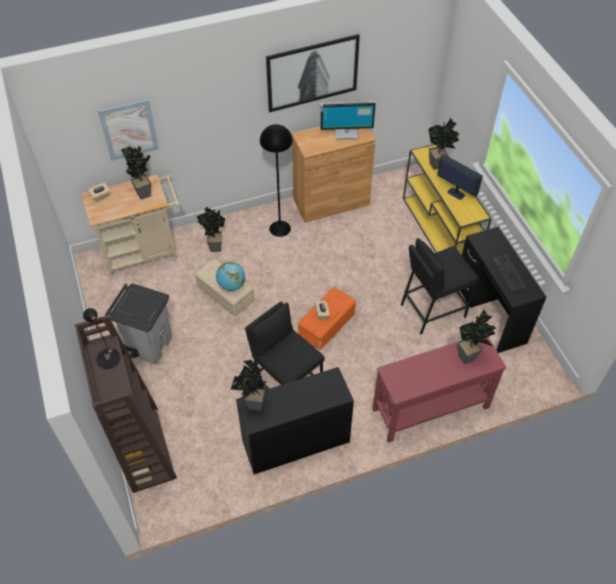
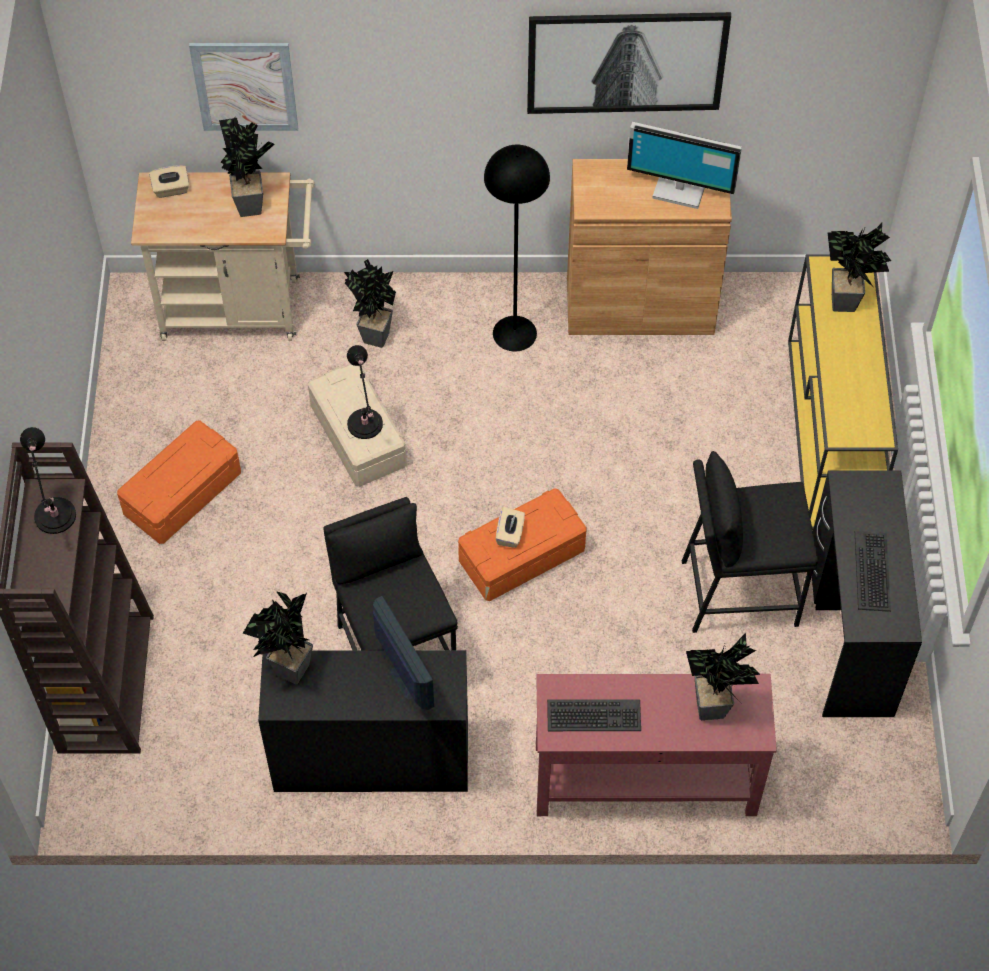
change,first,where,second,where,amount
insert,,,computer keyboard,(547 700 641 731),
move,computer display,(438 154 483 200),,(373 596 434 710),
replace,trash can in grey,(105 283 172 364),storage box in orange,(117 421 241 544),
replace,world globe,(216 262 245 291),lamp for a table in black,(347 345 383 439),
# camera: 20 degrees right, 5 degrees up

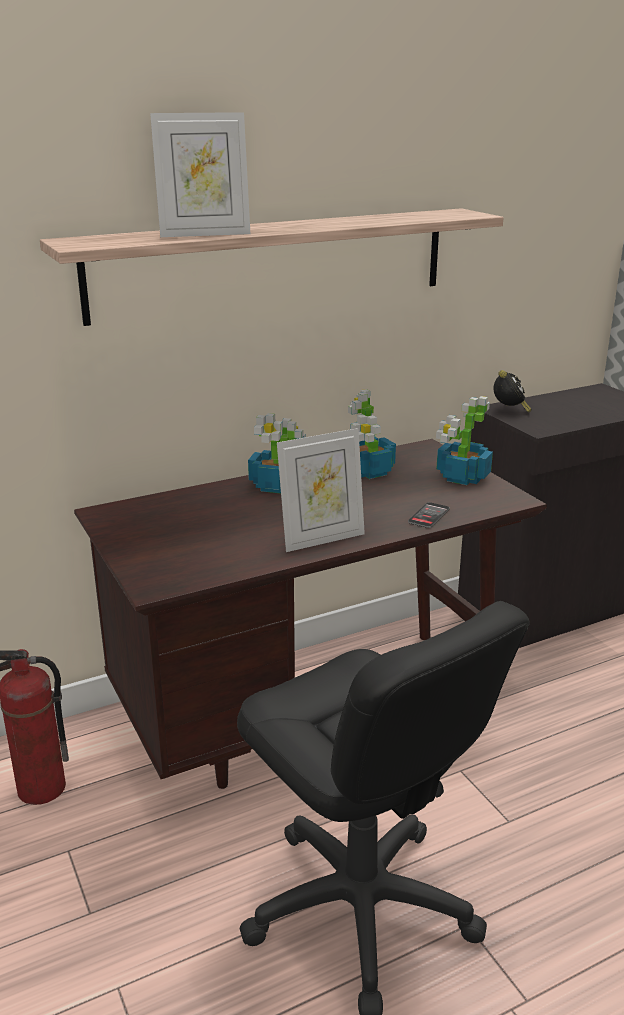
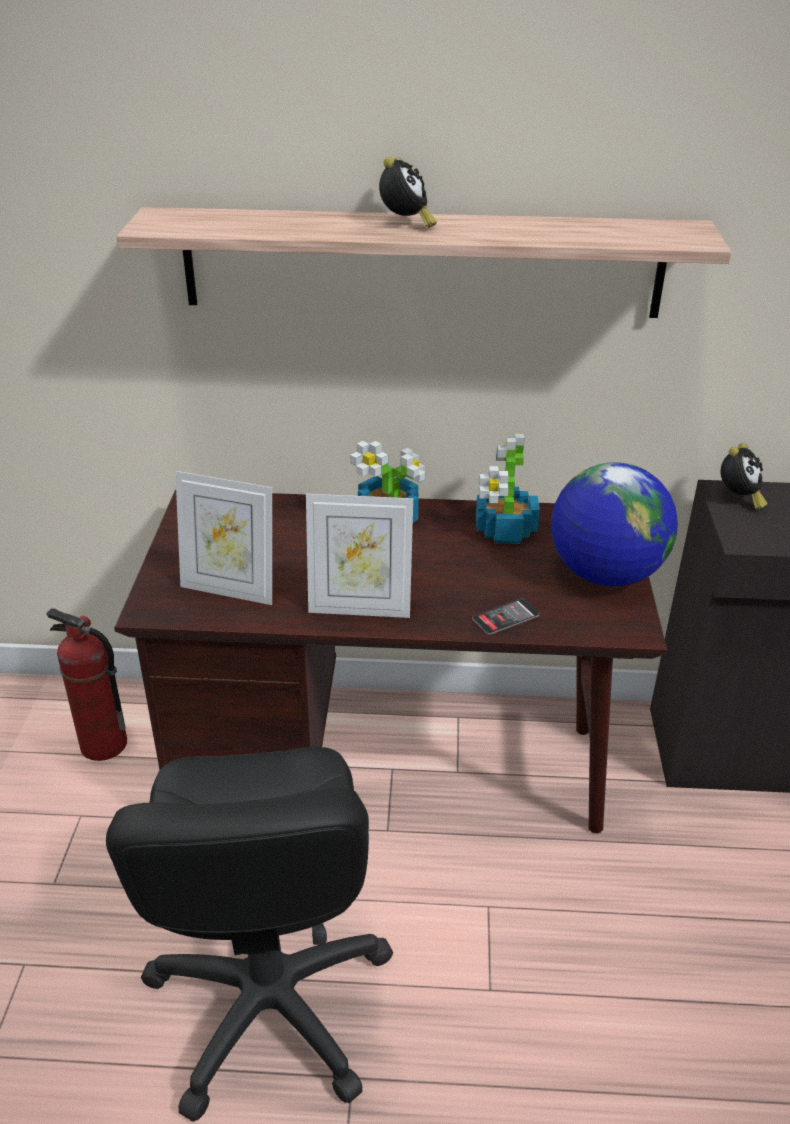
change,first,where,second,where,amount
insert,,,alarm clock,(379 156 437 228),
move,standing frame,(150 112 250 237),,(175 471 272 605),
replace,houseplant,(436 396 493 485),world globe,(551 463 678 587),
# camera: 30 degrees right, 10 degrees up

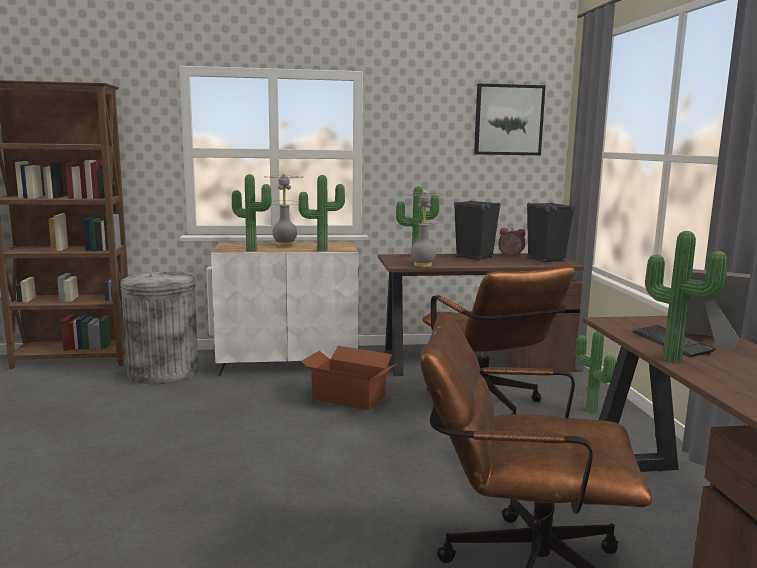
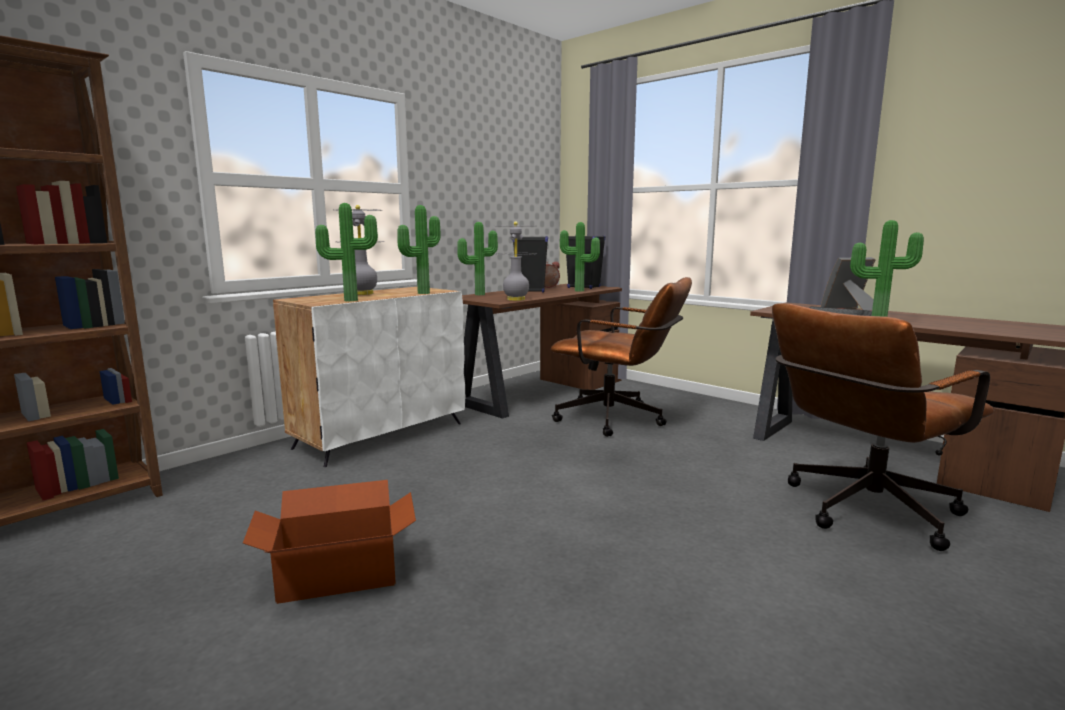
change,first,where,second,where,amount
delete,trash can in grey,(120 271 199 384),,,
delete,wall picture,(474 84 546 155),,,
move,cardboard box,(301 346 396 410),,(243 480 416 604),
move,houseplant,(575 331 616 413),,(560 222 600 291),
# camera: 40 degrees left, 0 degrees up

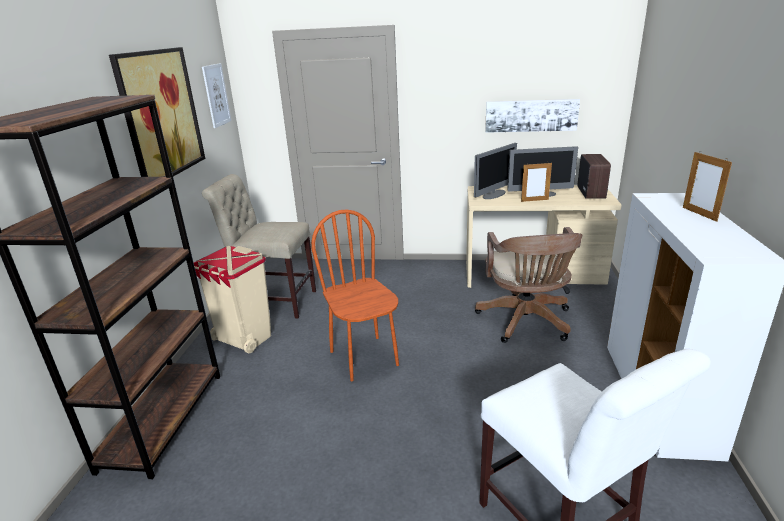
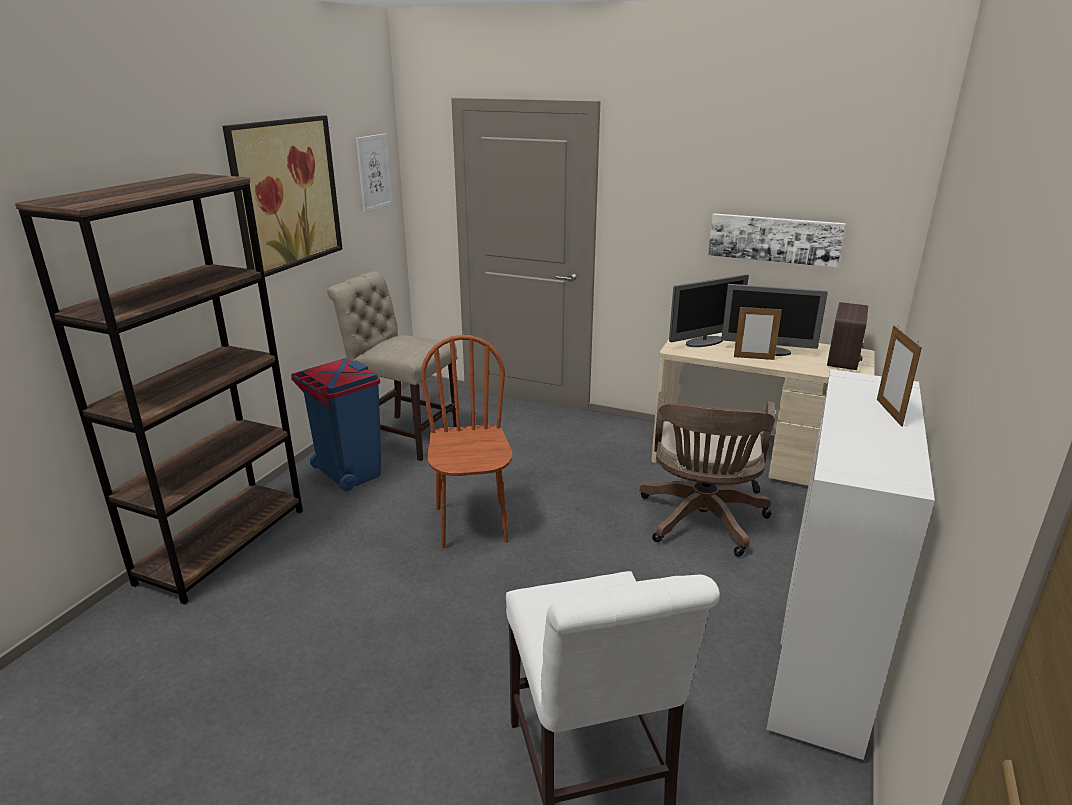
change,first,where,second,where,amount
recolor,trash can in sand-coloured,(194 246 271 353),trash can in blue,(291 358 381 491),
# camera: 15 degrees right, 0 degrees up

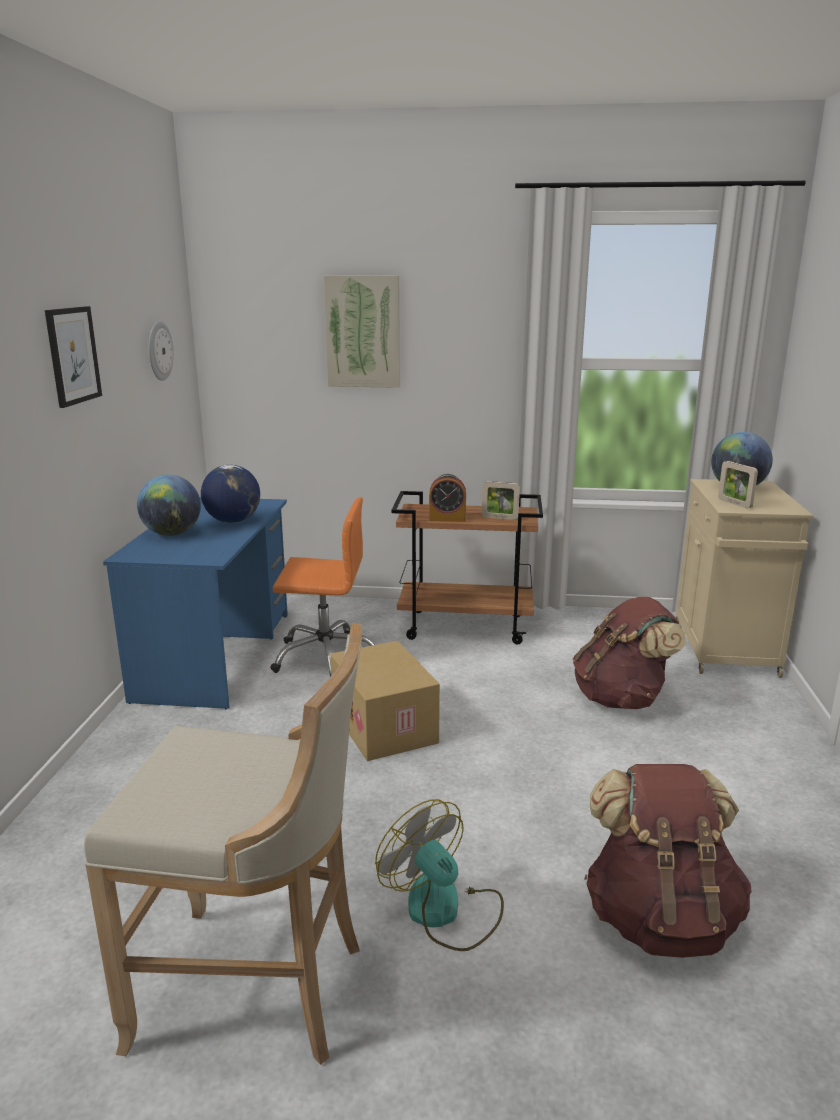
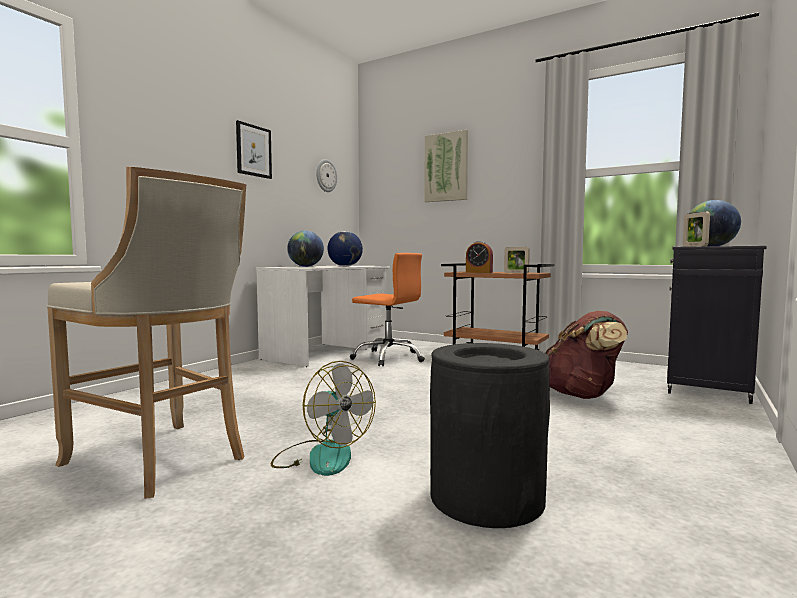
change,first,where,second,where,amount
delete,cardboard box,(330 641 440 761),,,
replace,backpack in brown,(584 764 752 958),trash can in black,(430 343 550 528),
recolor,desk unit in blue,(103 497 288 709),desk unit in white-coloured,(255 266 390 367),
recolor,cabinet in sand-coloured,(676 479 813 678),cabinet in black,(667 246 767 404),
rotate,cooling fan,(375 799 504 951),,(271 361 376 476),150 degrees clockwise
# camera: 25 degrees right, 15 degrees down

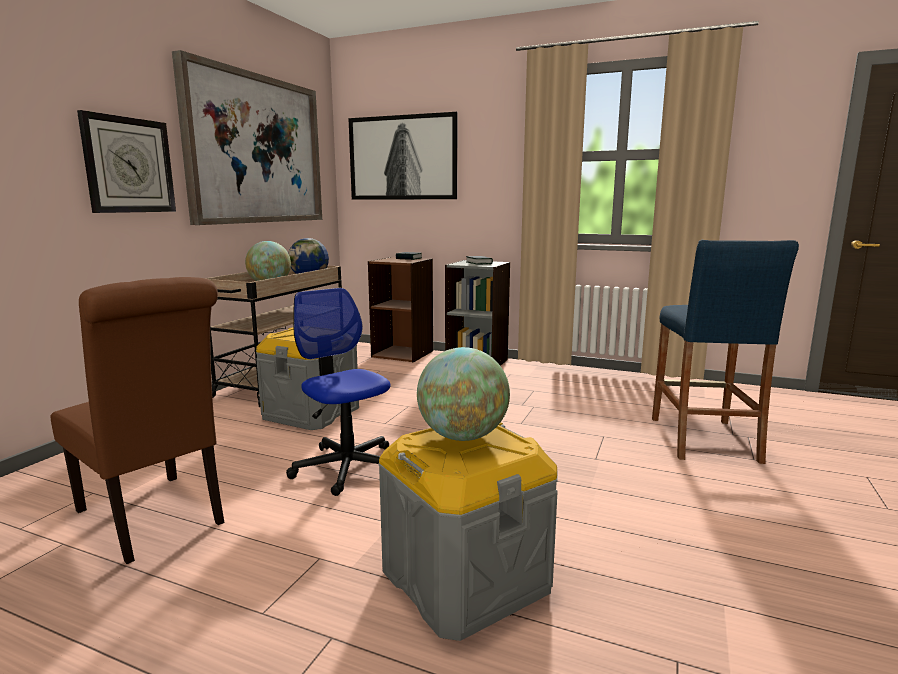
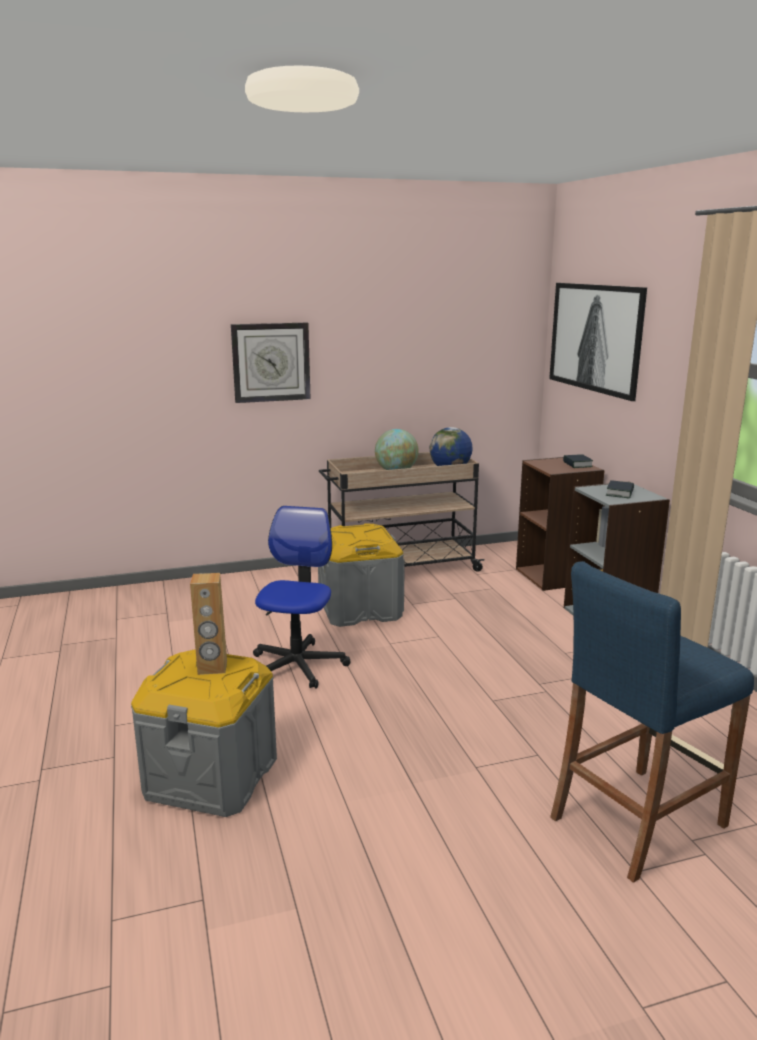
change,first,where,second,where,amount
delete,upright chair in brown,(50 277 225 564),,,
delete,wall picture,(172 50 322 225),,,
replace,world globe,(417 347 510 441),audio speaker in brown,(190 573 227 675),
# camera: 50 degrees right, 5 degrees up

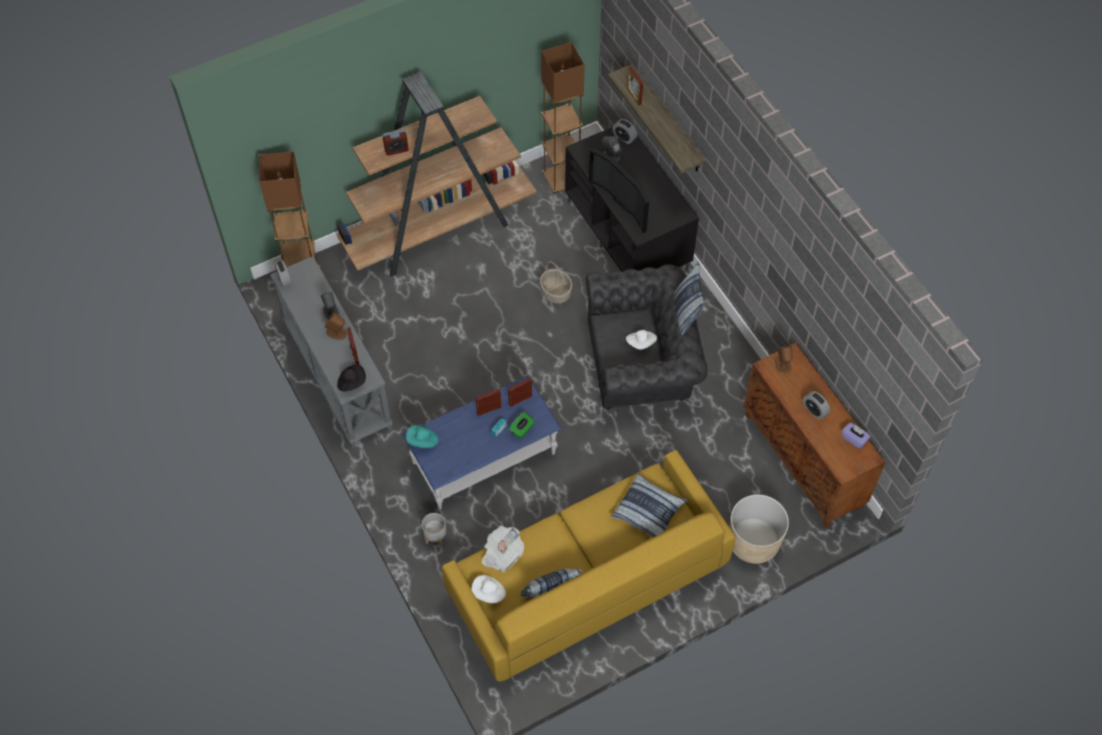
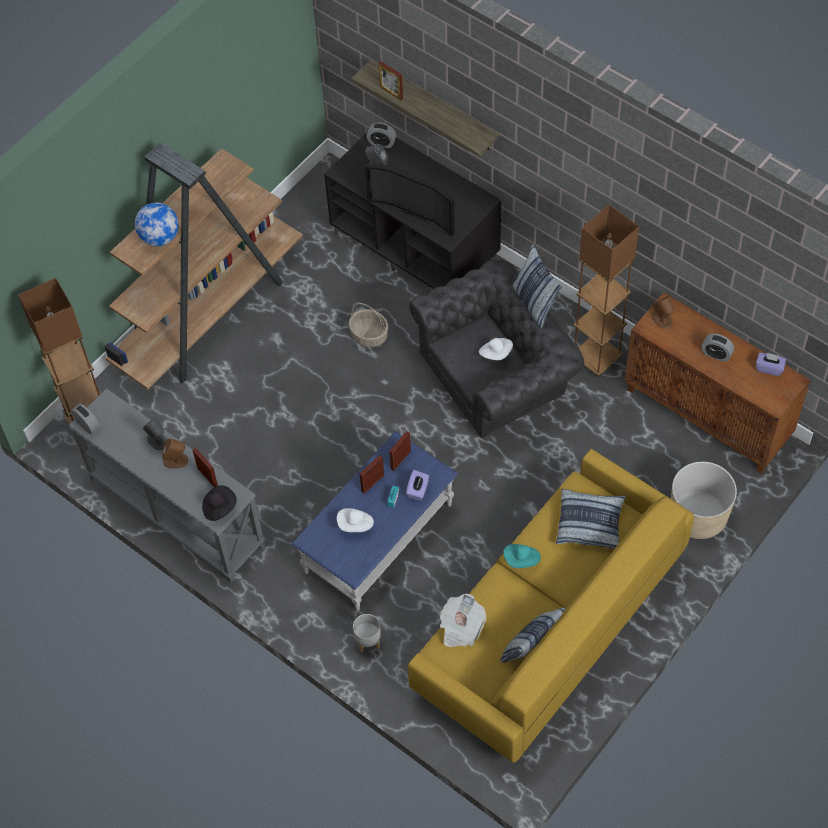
change,first,where,second,where,amount
move,clothing hat in blue-green,(406 425 439 448),,(503 544 541 568),
move,clothing hat in white-coloured,(472 575 506 603),,(337 508 374 532),
move,standard lamp in brown,(541 42 585 195),,(573 204 639 377),
replace,alarm clock,(382 129 409 156),world globe,(135 203 179 246),
recolor,tissue box in green-coloured,(509 412 535 439),tissue box in purple,(406 470 429 501),
# camera: 20 degrees left, 0 degrees up

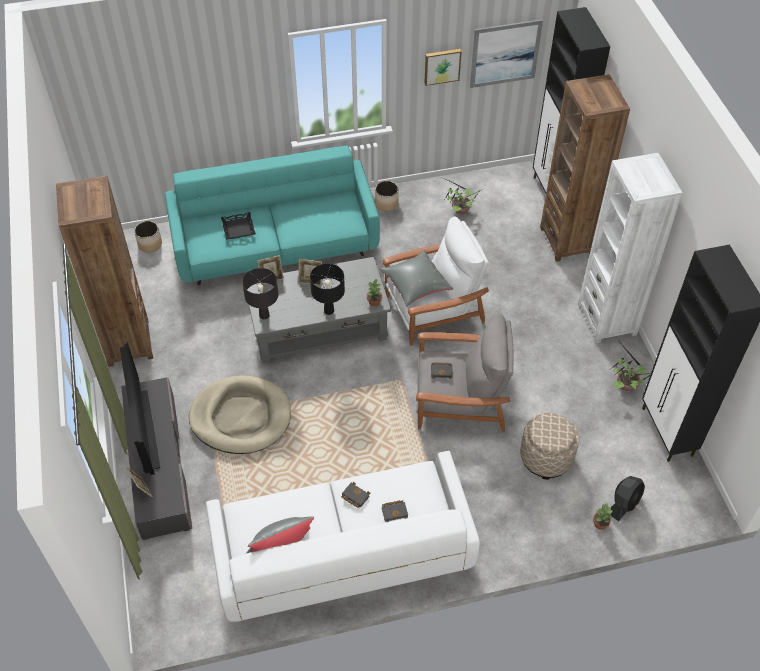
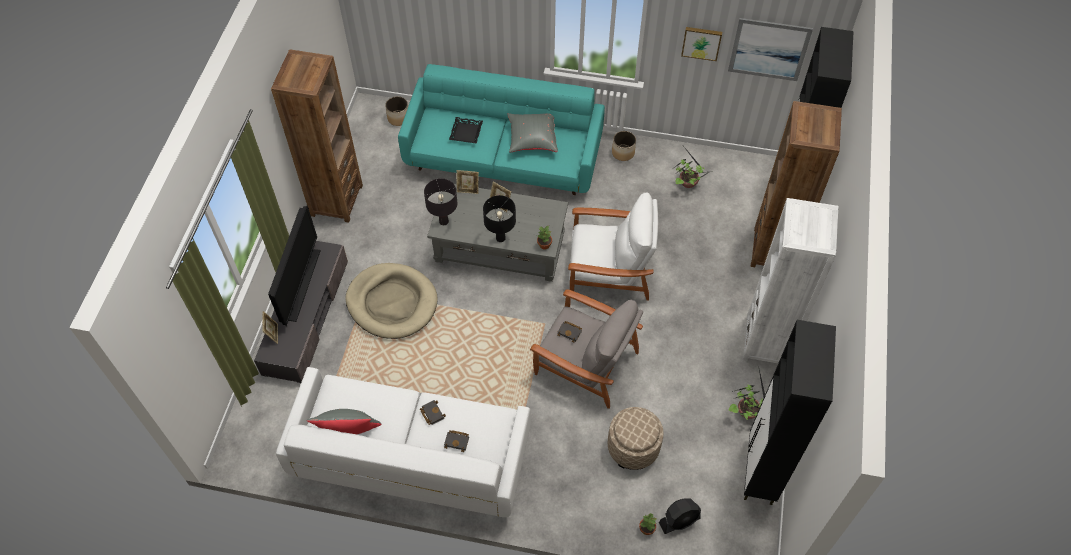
change,first,where,second,where,amount
move,throw pillow in grey,(379 250 453 307),,(507 113 558 152),
# camera: 25 degrees right, 5 degrees up

